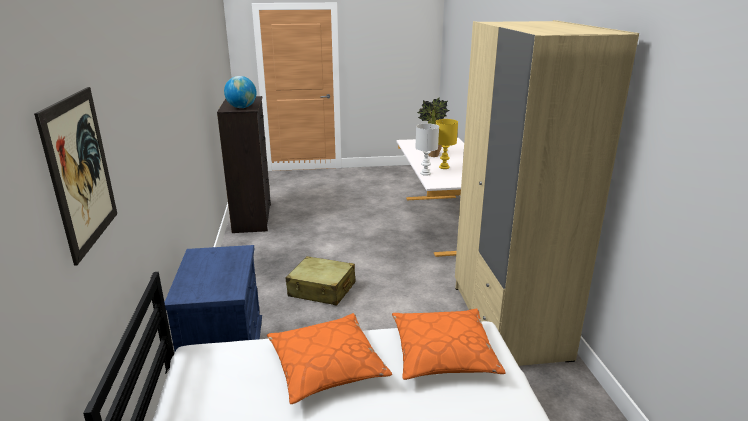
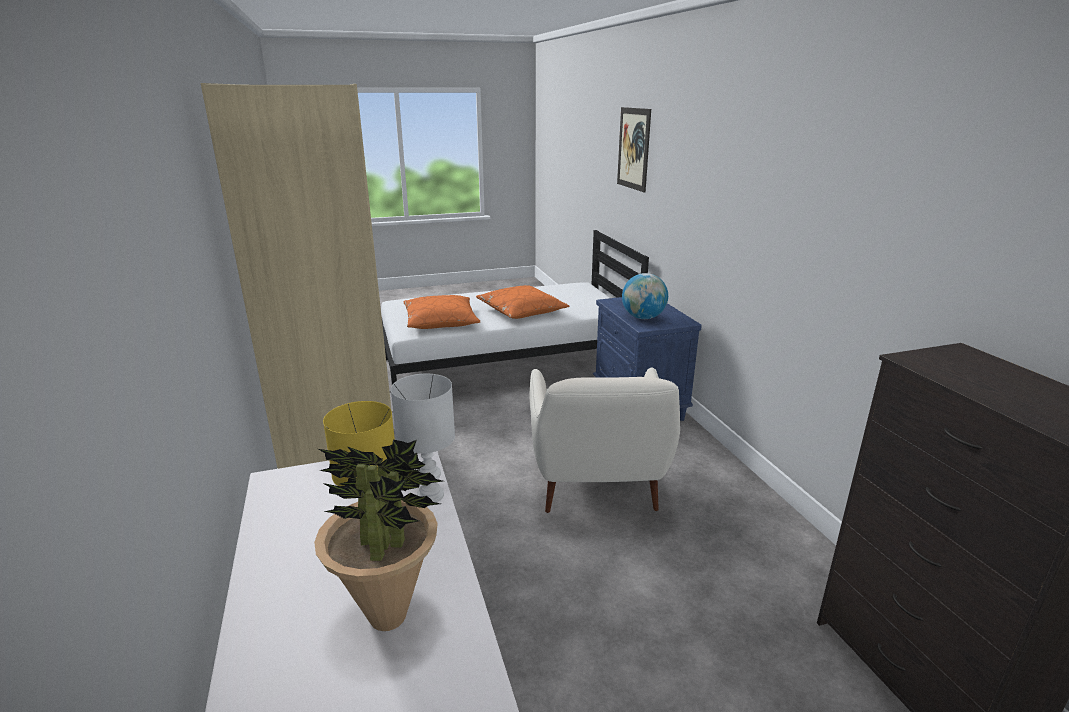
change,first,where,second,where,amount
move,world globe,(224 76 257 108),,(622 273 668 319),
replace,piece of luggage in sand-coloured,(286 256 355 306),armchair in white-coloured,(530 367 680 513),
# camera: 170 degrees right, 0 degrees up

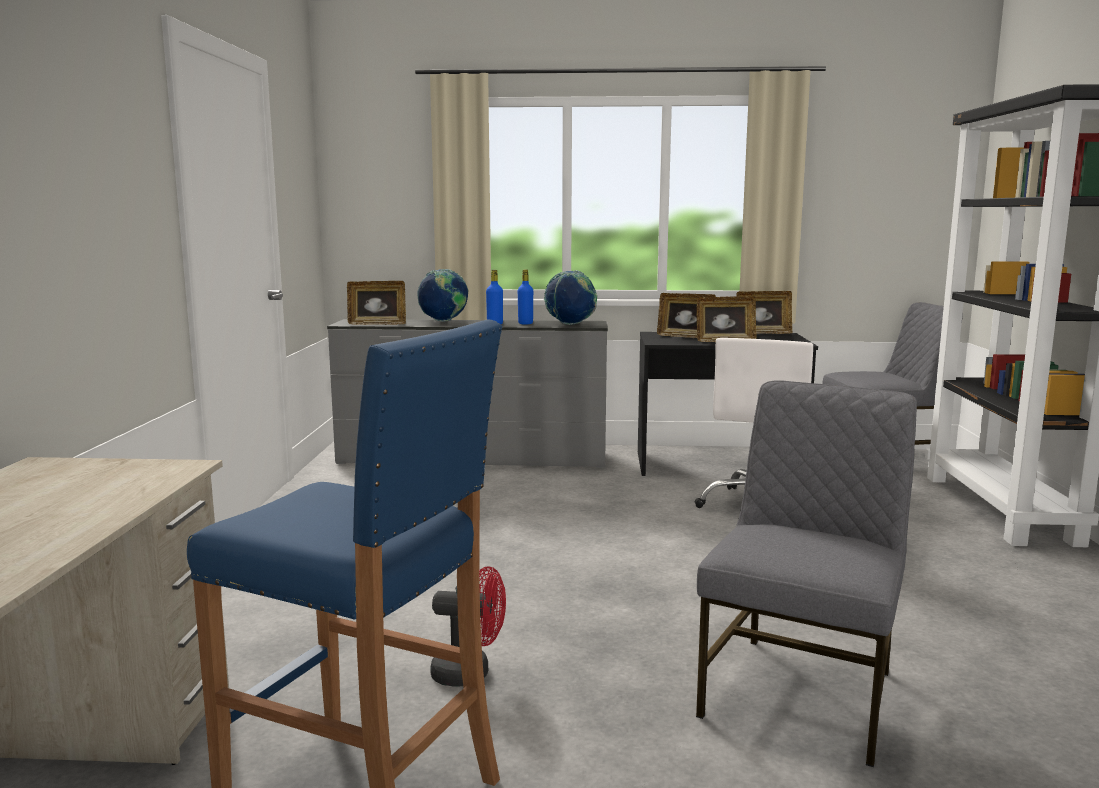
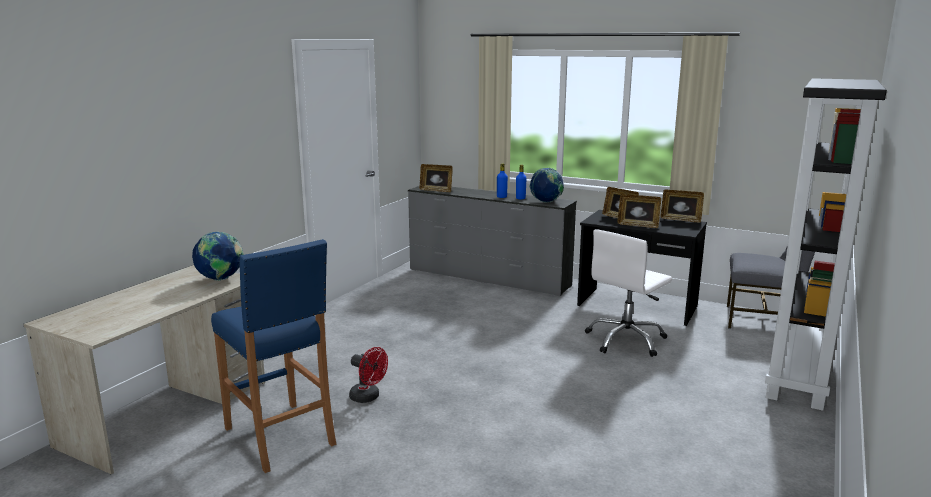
change,first,where,second,where,amount
delete,upright chair in grey,(696 380 917 767),,,
move,world globe,(418 269 468 322),,(192 231 244 281),
# camera: 25 degrees right, 5 degrees up

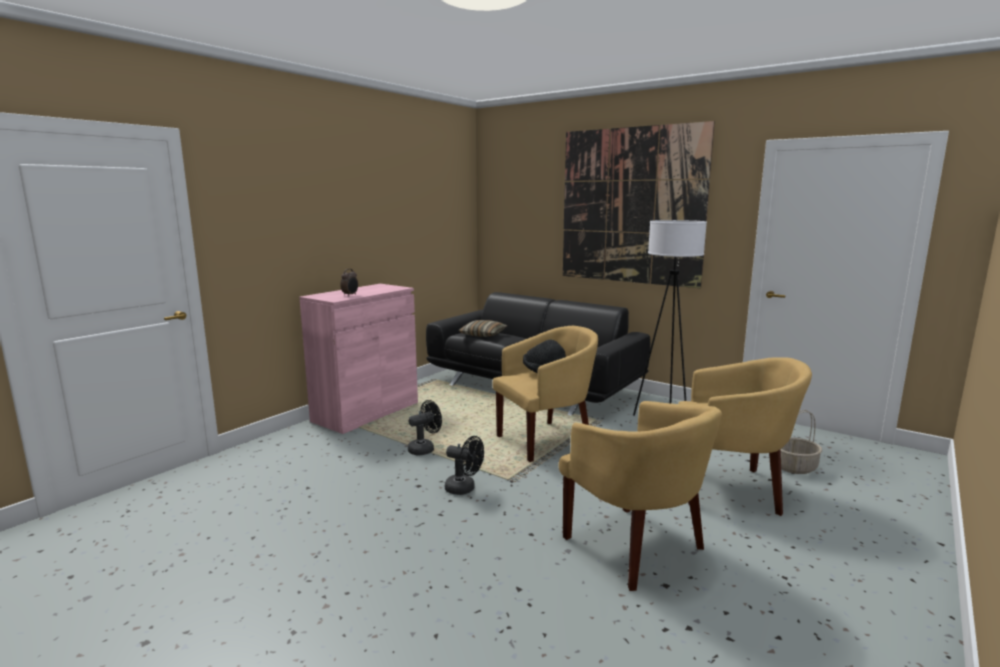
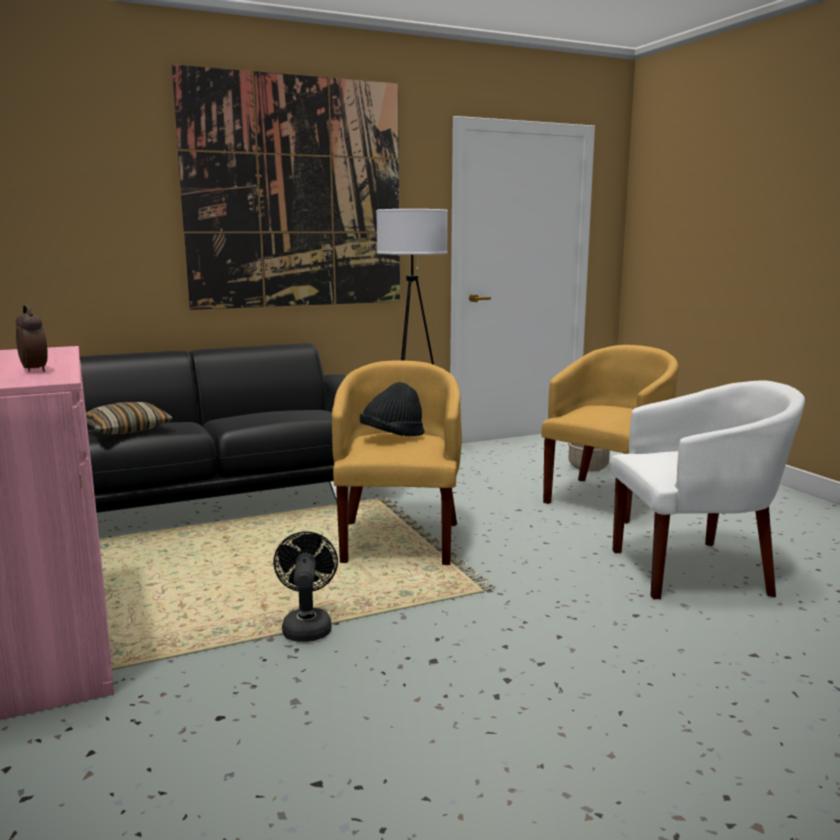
change,first,where,second,where,amount
delete,cooling fan in black,(445 436 484 495),,,
recolor,armchair in yellow-coloured,(558 401 722 591),armchair in white-coloured,(611 380 805 599),
# camera: 60 degrees left, 0 degrees up

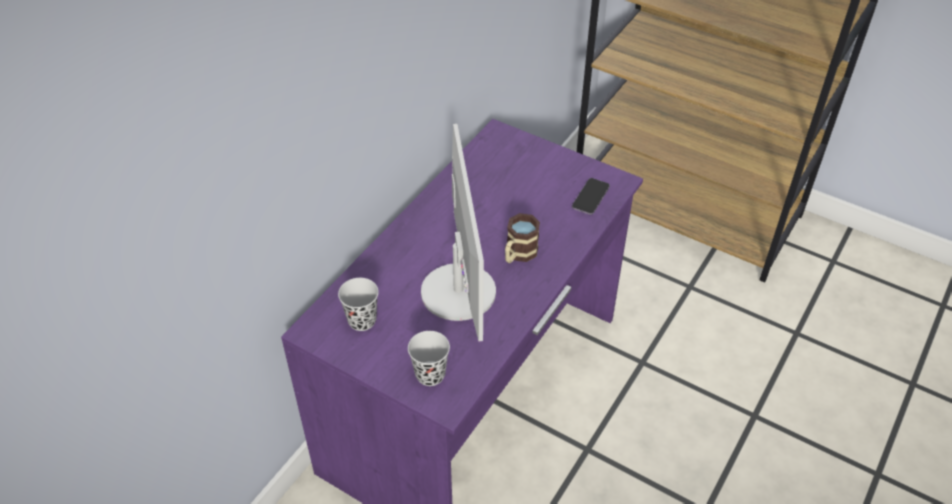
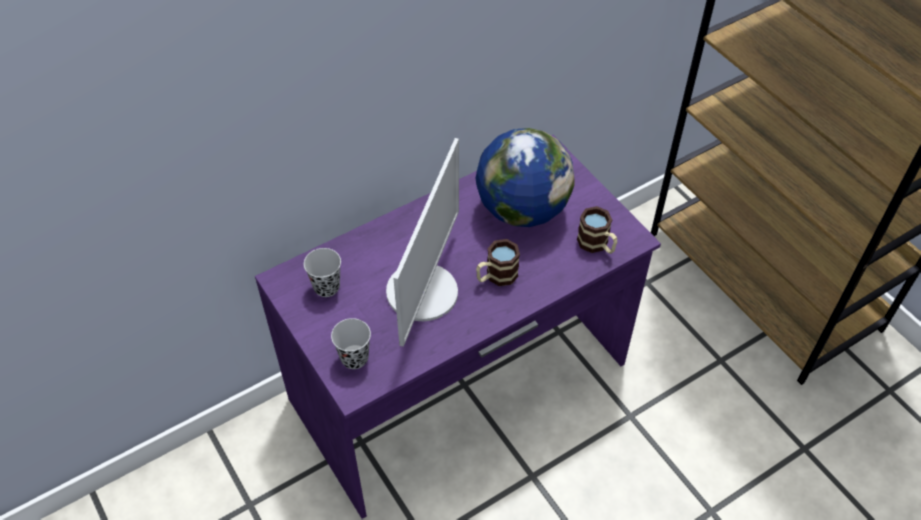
change,first,where,second,where,amount
insert,,,world globe,(476 128 575 227),
replace,handset,(572 178 610 215),mug,(577 206 617 254),
# camera: 25 degrees right, 5 degrees up

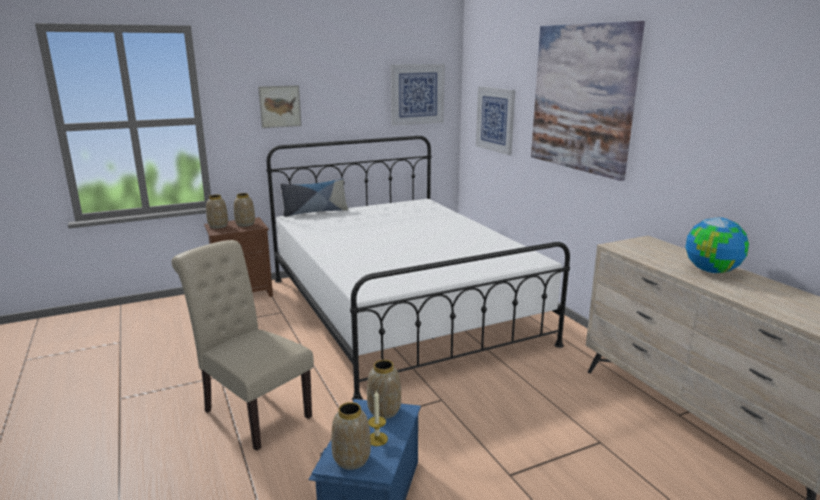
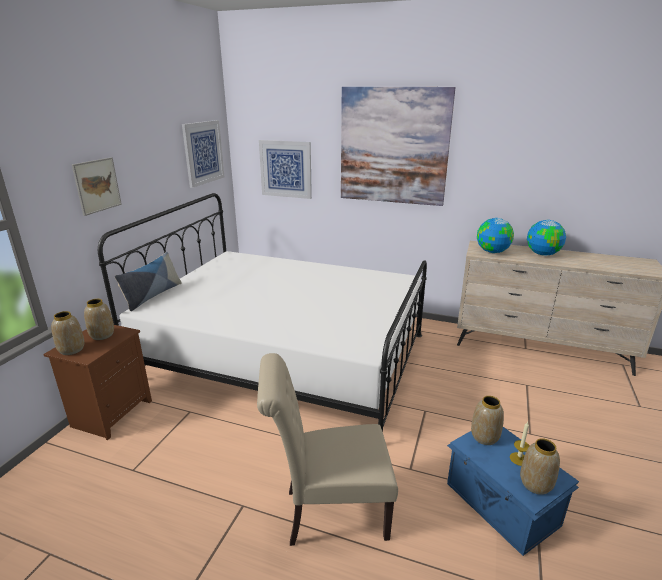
change,first,where,second,where,amount
insert,,,world globe,(477 218 514 253),
# camera: 45 degrees left, 5 degrees up

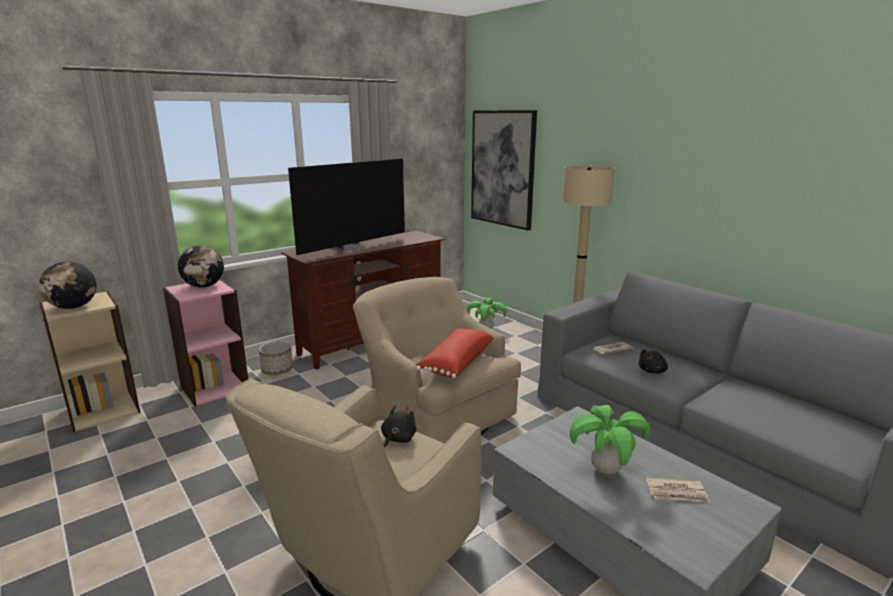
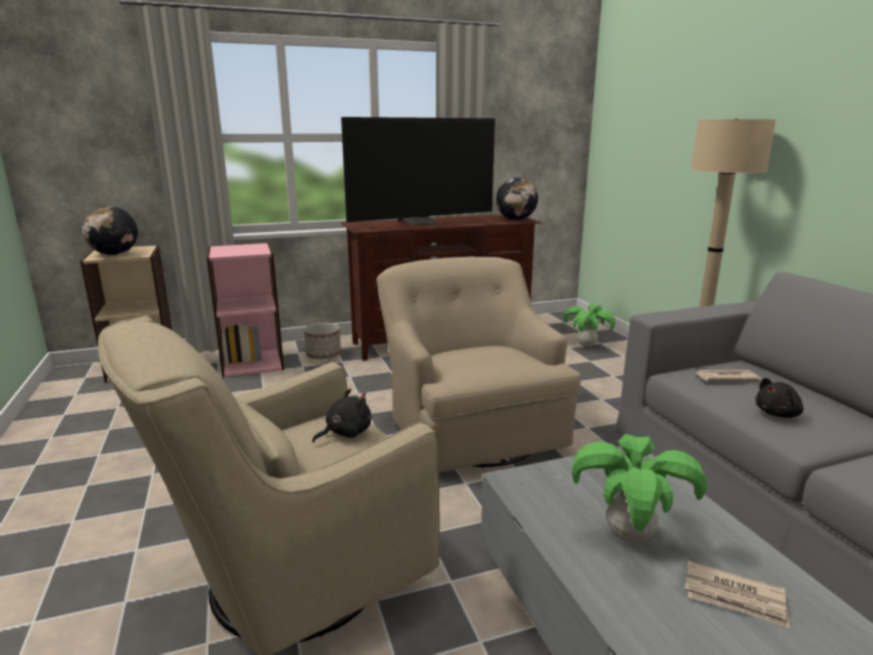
change,first,where,second,where,amount
delete,throw pillow in reddish,(416 329 494 378),,,
delete,wall picture,(471 110 537 231),,,
move,world globe,(178 245 224 288),,(496 178 538 220),
# camera: 20 degrees right, 0 degrees up

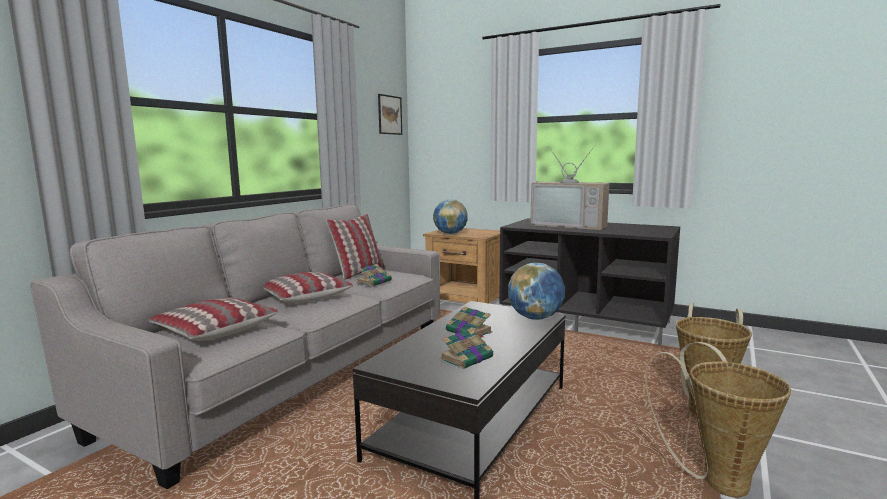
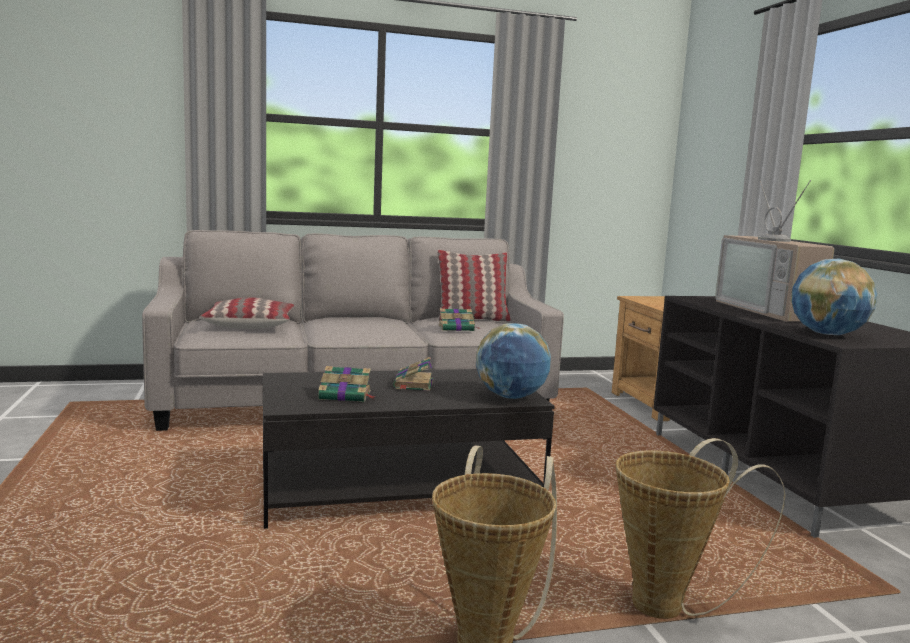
change,first,where,second,where,amount
delete,throw pillow,(264 272 353 303),,,
delete,wall picture,(378 94 402 135),,,
move,world globe,(433 199 468 234),,(791 258 877 335),
# camera: 45 degrees right, 0 degrees up

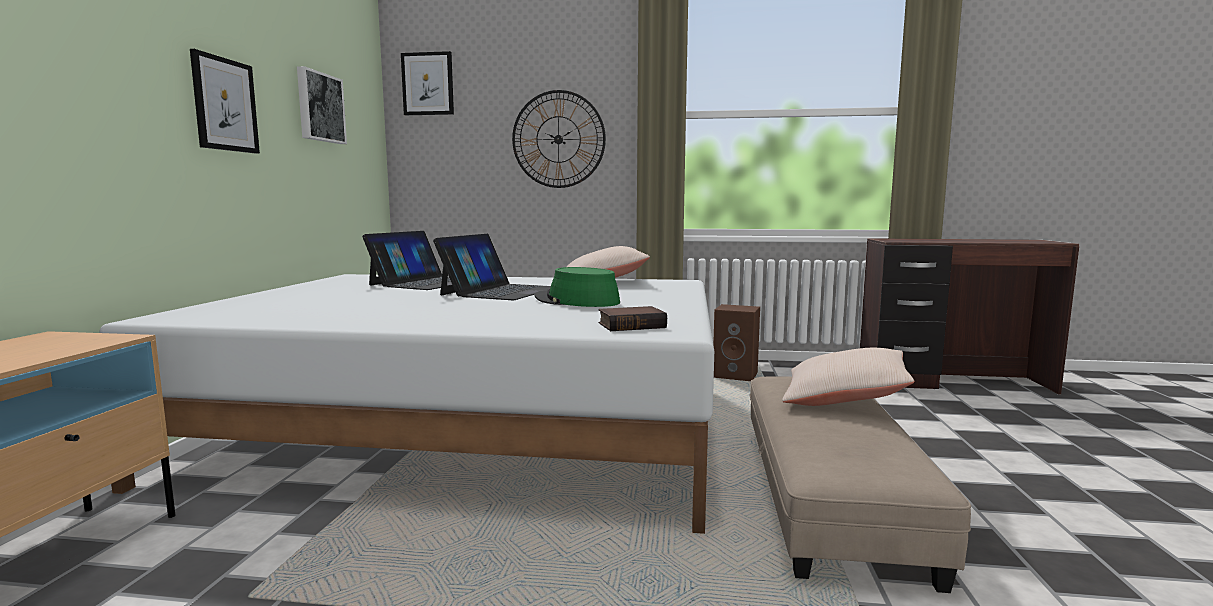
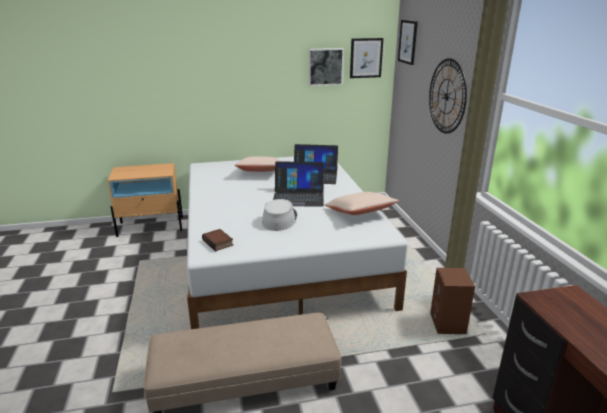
change,first,where,second,where,amount
move,wall picture,(190 49 260 154),,(350 38 384 78),
move,throw pillow in sand-coloured,(782 348 914 406),,(235 157 282 172),
recolor,clothing hat in green-coloured,(535 267 620 307),clothing hat in grey,(262 199 297 231),
# camera: 70 degrees right, 15 degrees up

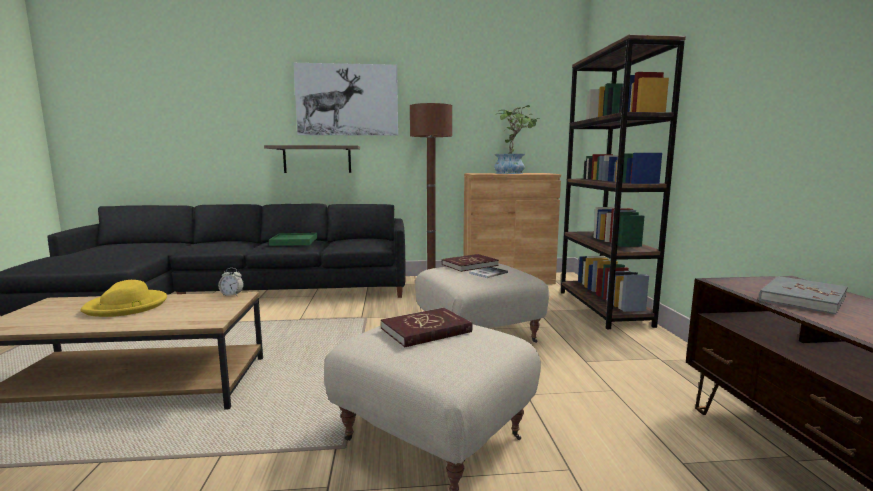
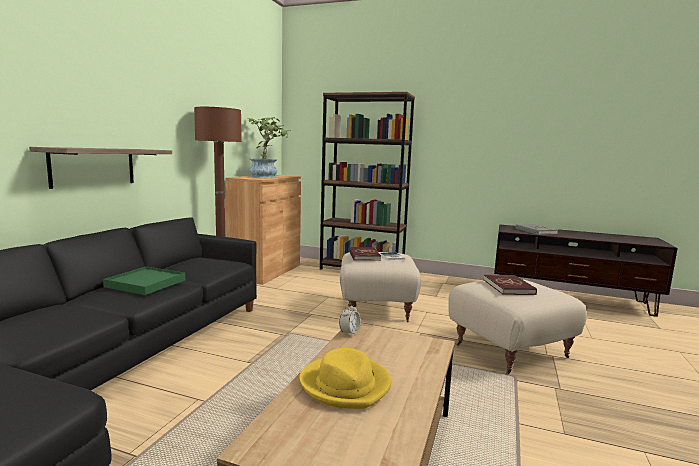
change,first,where,second,where,amount
delete,wall picture,(293 63 398 136),,,
# camera: 65 degrees left, 0 degrees up

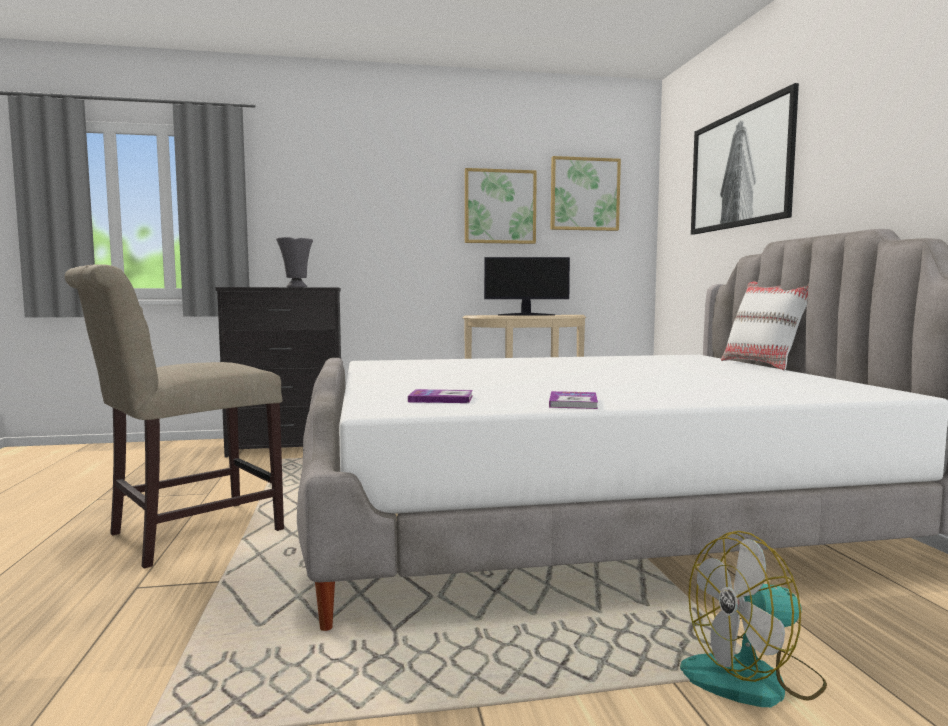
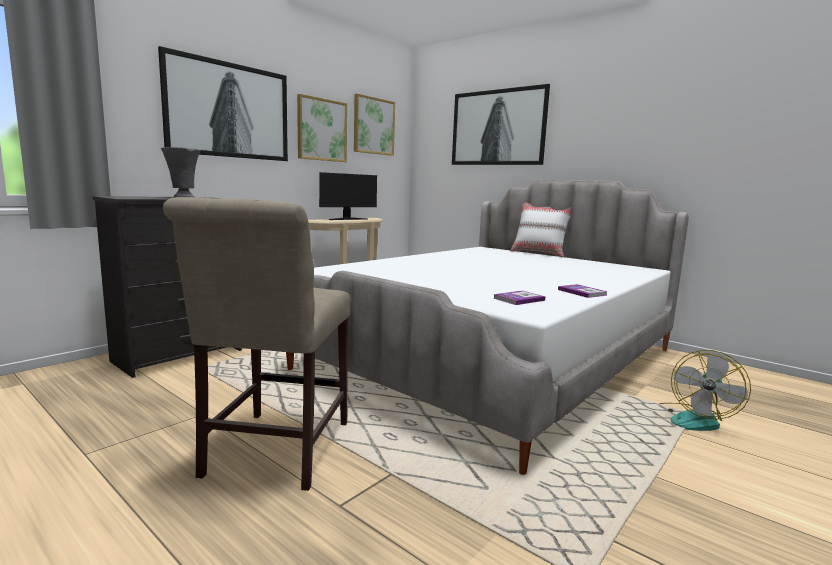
change,first,where,second,where,amount
insert,,,wall picture,(158 46 288 161),
# camera: 40 degrees left, 5 degrees up

